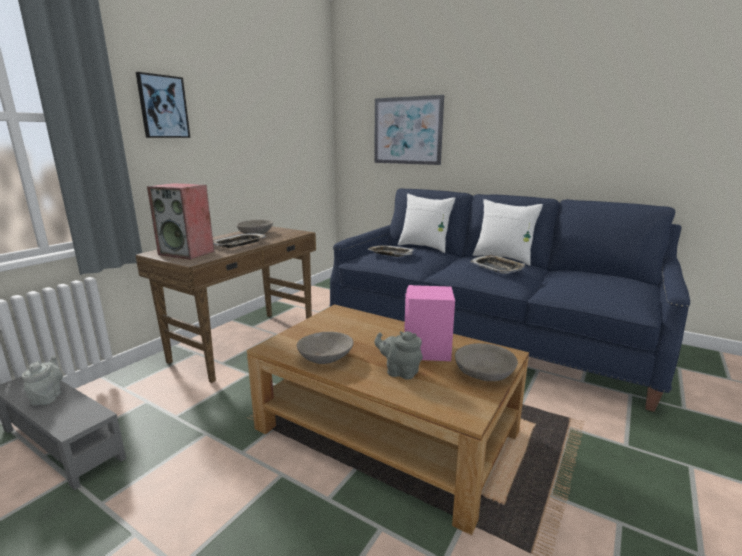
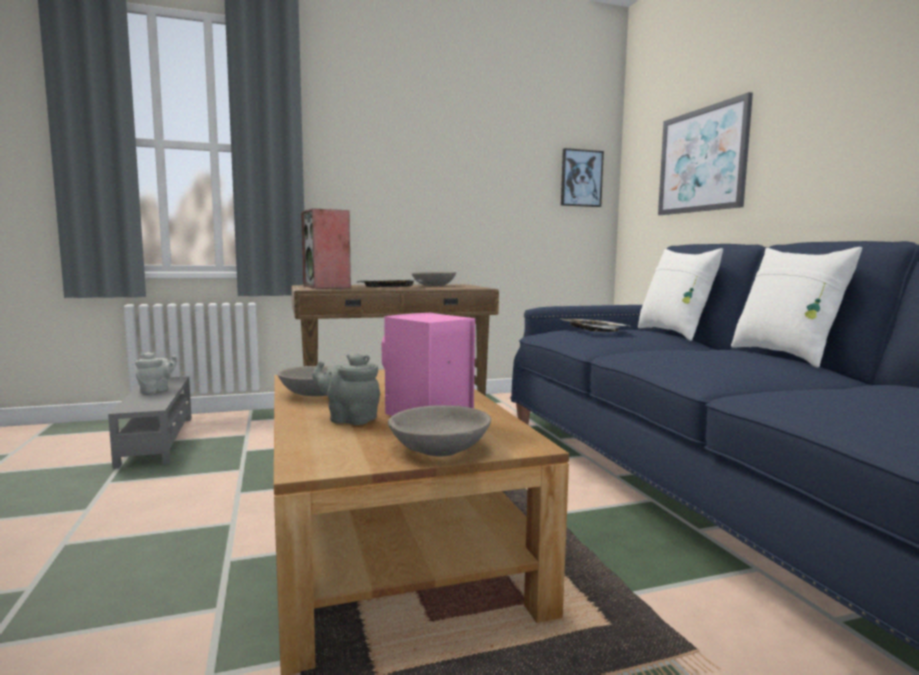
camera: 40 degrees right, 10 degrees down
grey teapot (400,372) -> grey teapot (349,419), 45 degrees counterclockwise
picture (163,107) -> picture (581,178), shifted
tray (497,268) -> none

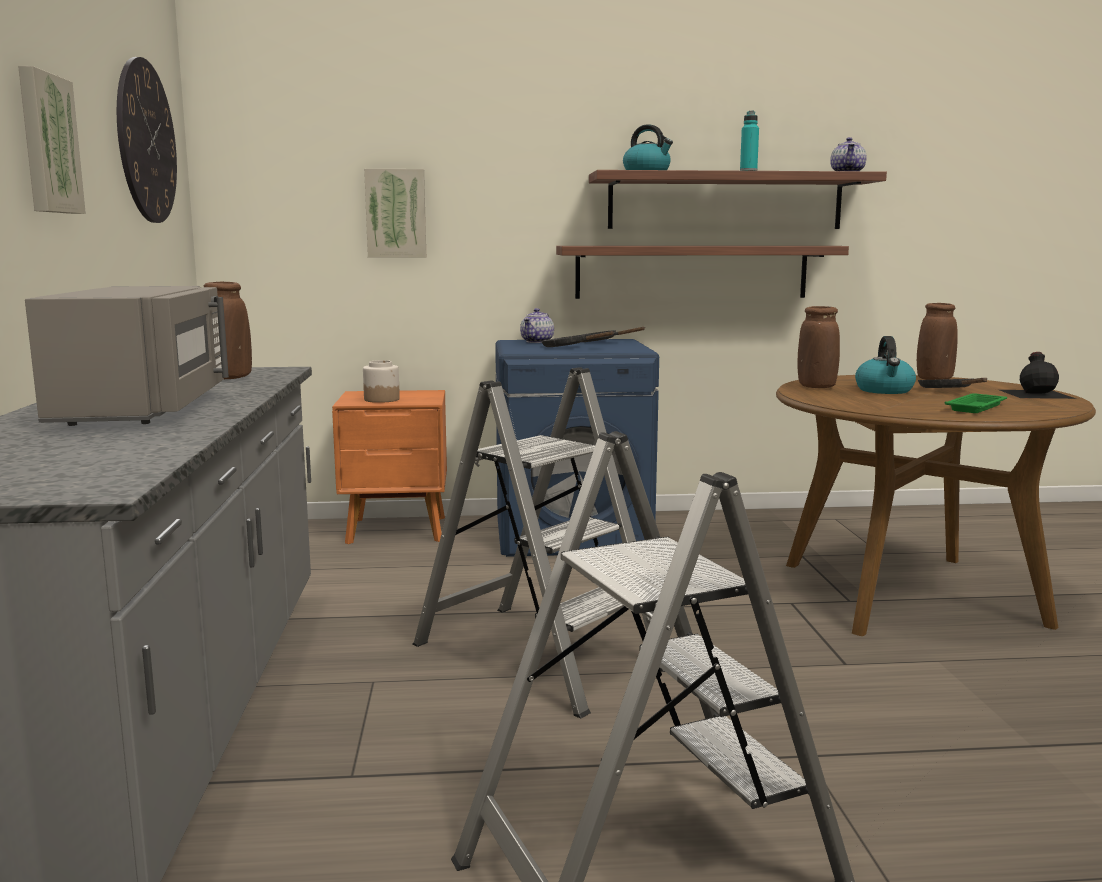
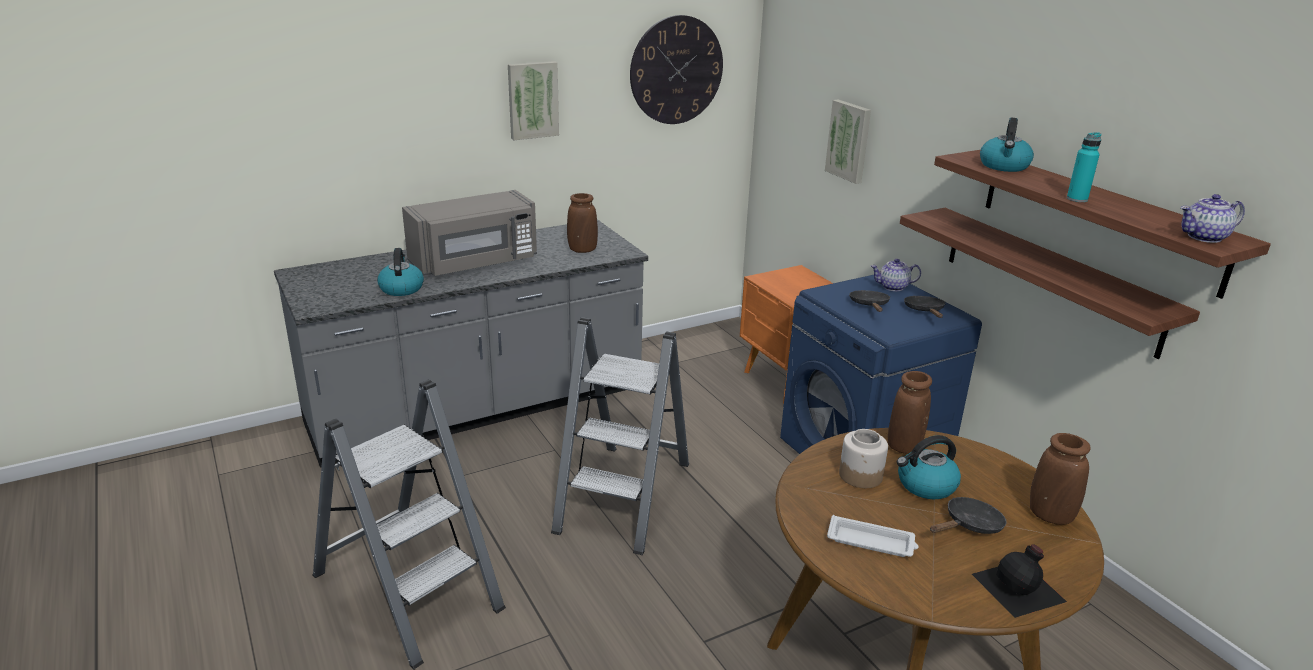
camera: 65 degrees right, 15 degrees up
none -> kettle (401,288)
green tray (976,407) -> white tray (872,542)
jar (382,399) -> jar (861,475), shifted

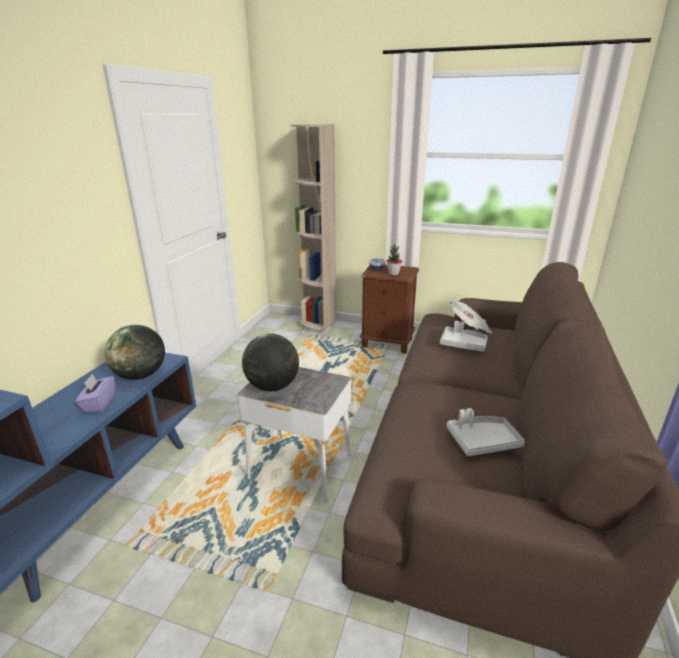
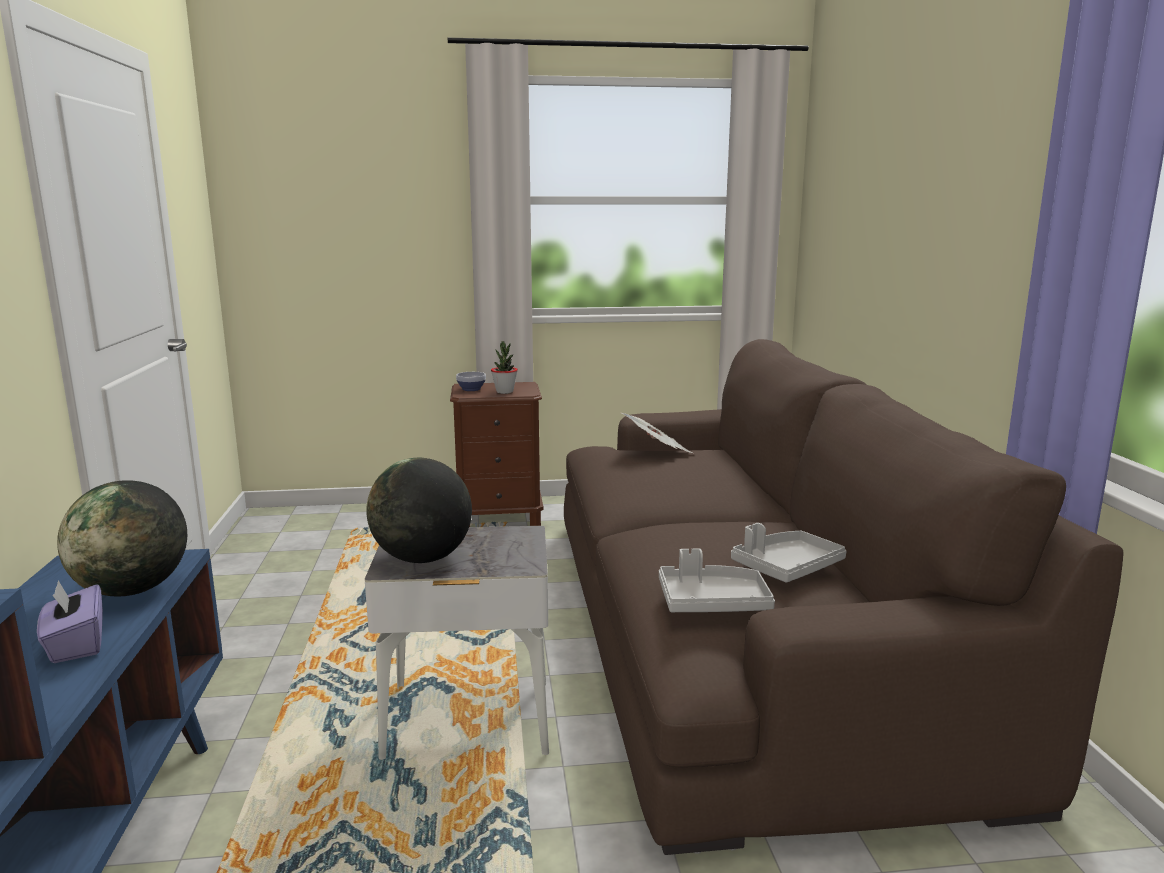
camera: 25 degrees left, 10 degrees down
grey tray (463,344) -> grey tray (712,603), shifted
beige bookcase (316,326) -> none

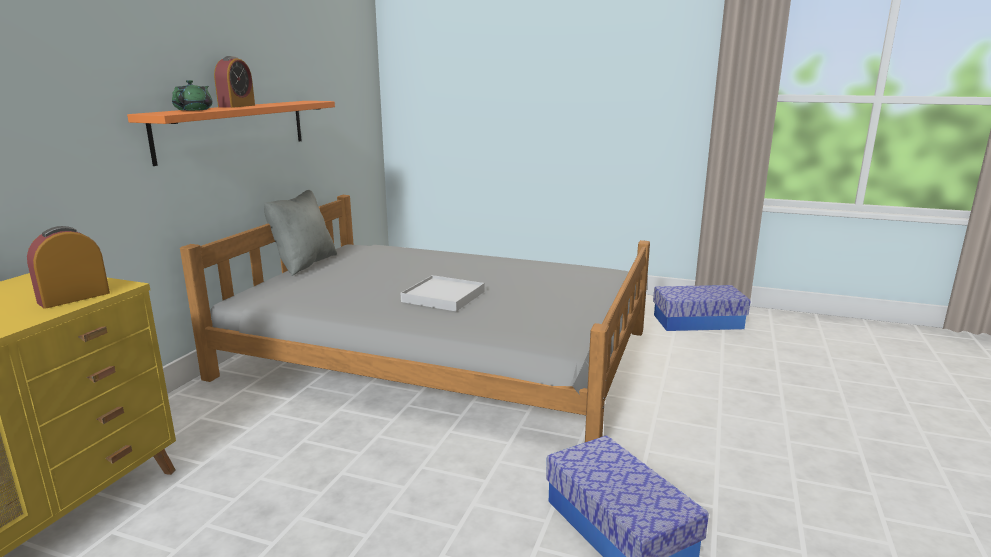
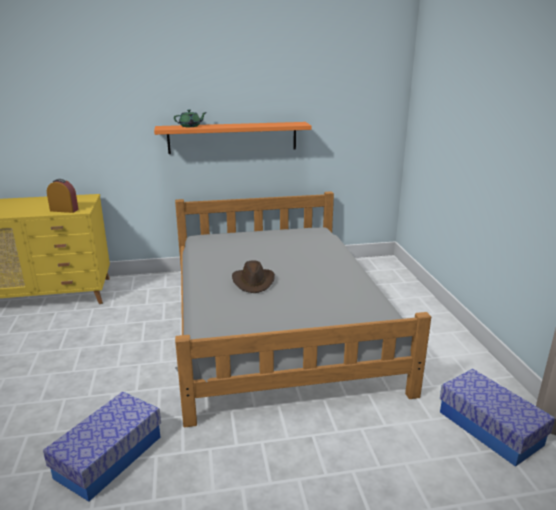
camera: 60 degrees right, 5 degrees up
white tray (443,296) -> brown hat (253,282)
alarm clock (237,106) -> none
grey pillow (303,264) -> none

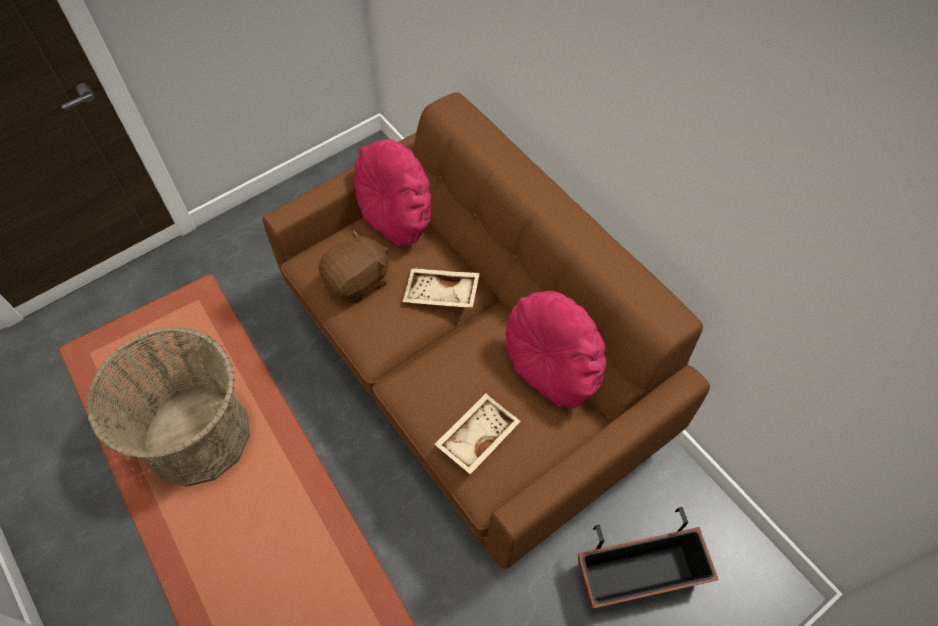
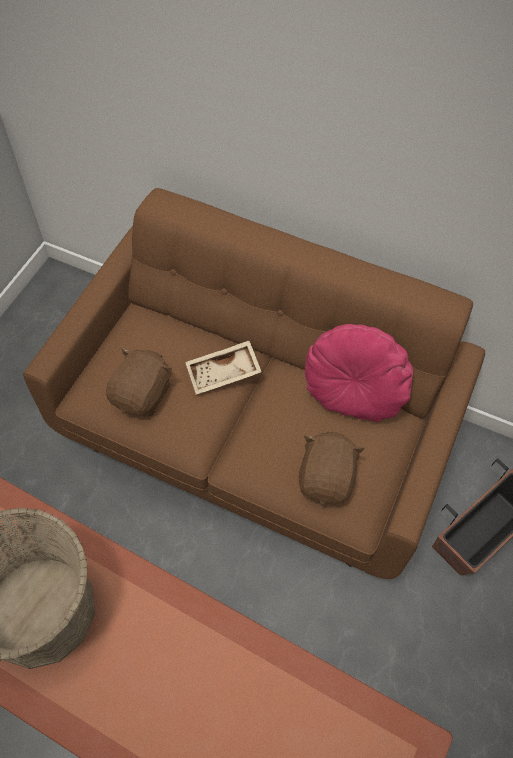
camera: 30 degrees left, 0 degrees up
beige tray (476,436) -> brown plush toy (327,478)
pink pillow (396,221) -> none

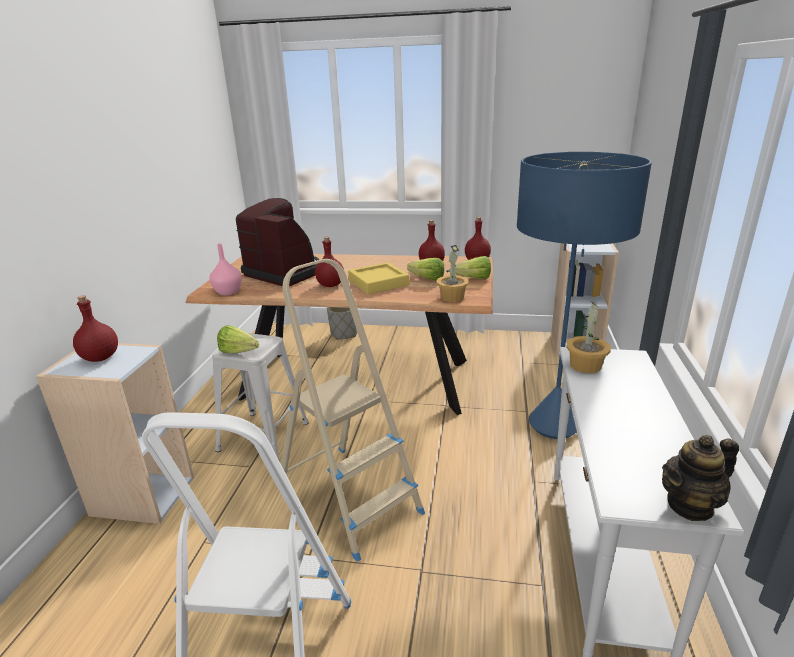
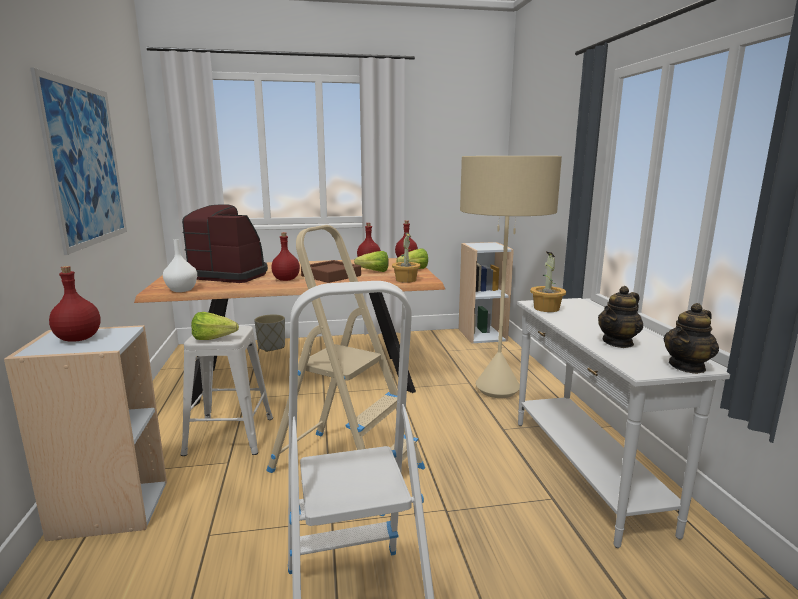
camera: 20 degrees left, 10 degrees down
none -> picture (86,165)
pink vase (229,292) -> white vase (182,290)
yellow tray (378,283) -> brown tray (331,276)
blue floor lamp (553,427) -> beige floor lamp (497,390)
none -> teapot (618,342)

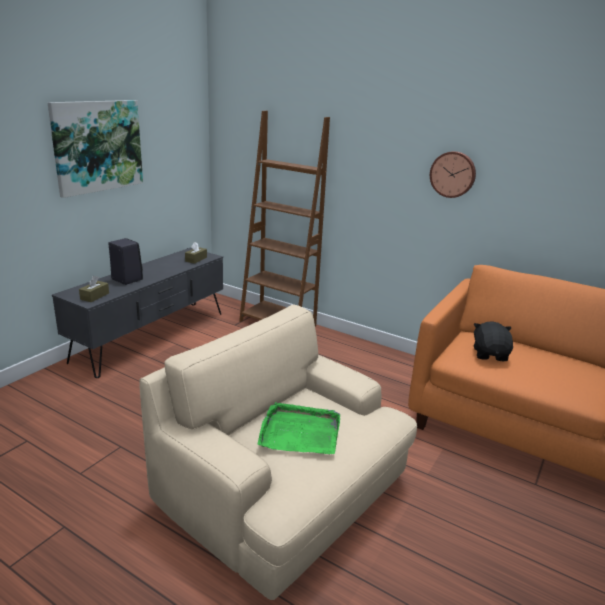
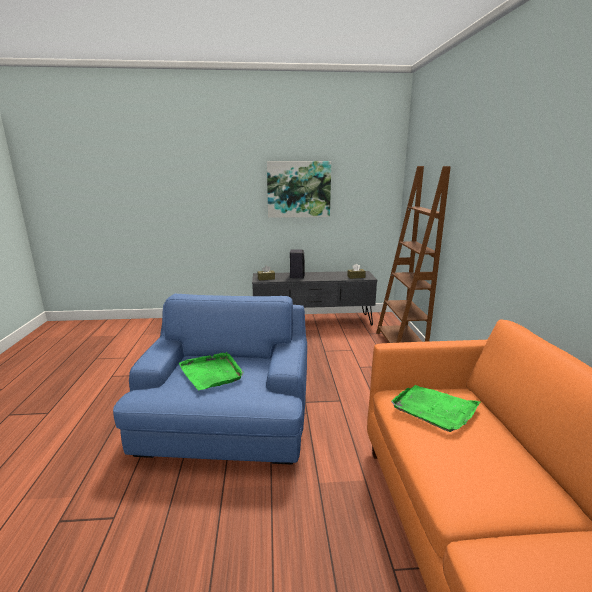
camera: 55 degrees right, 5 degrees down
beige armchair (284,493) -> blue armchair (226,424)
black plush toy (490,354) -> green tray (434,409)
wall clock (453,174) -> none

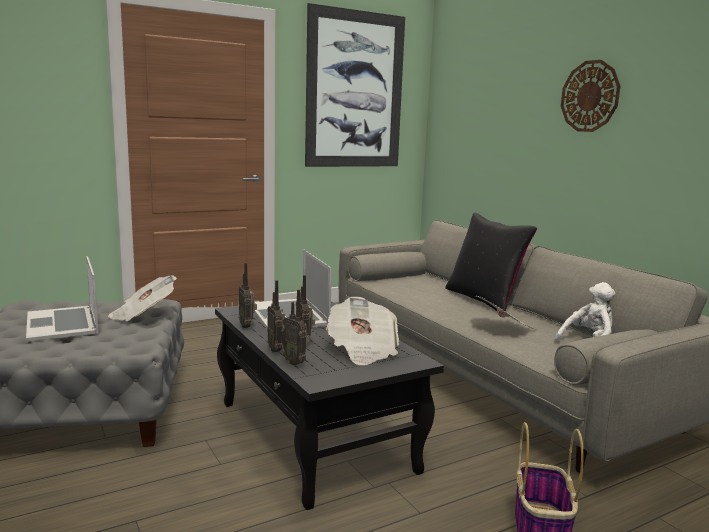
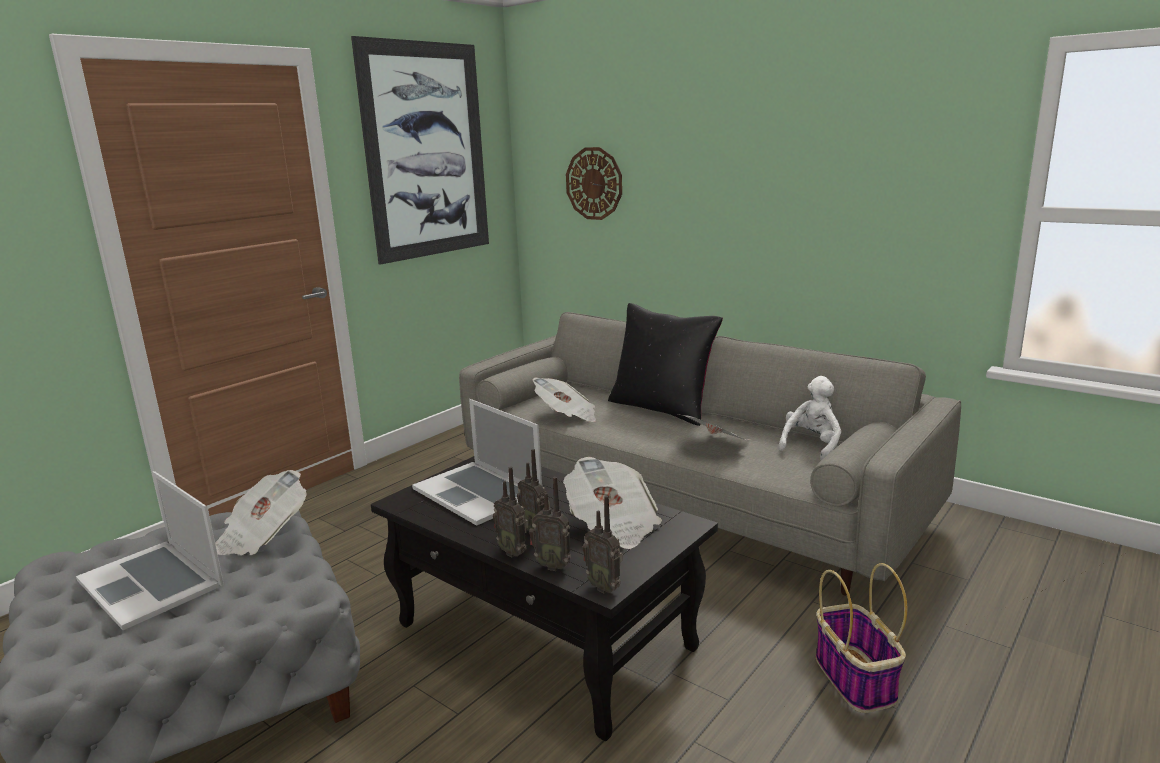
camera: 20 degrees left, 5 degrees up
none -> newspaper (567,416)
wall clock (590,96) -> wall clock (594,183), shifted
radio (247,326) -> radio (605,587), shifted

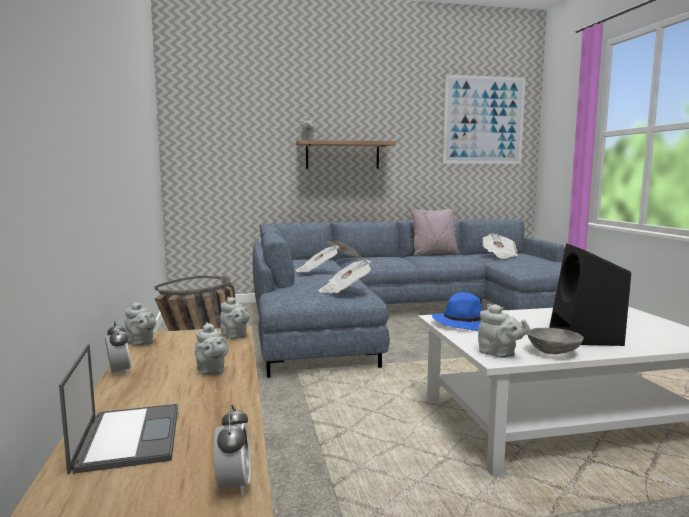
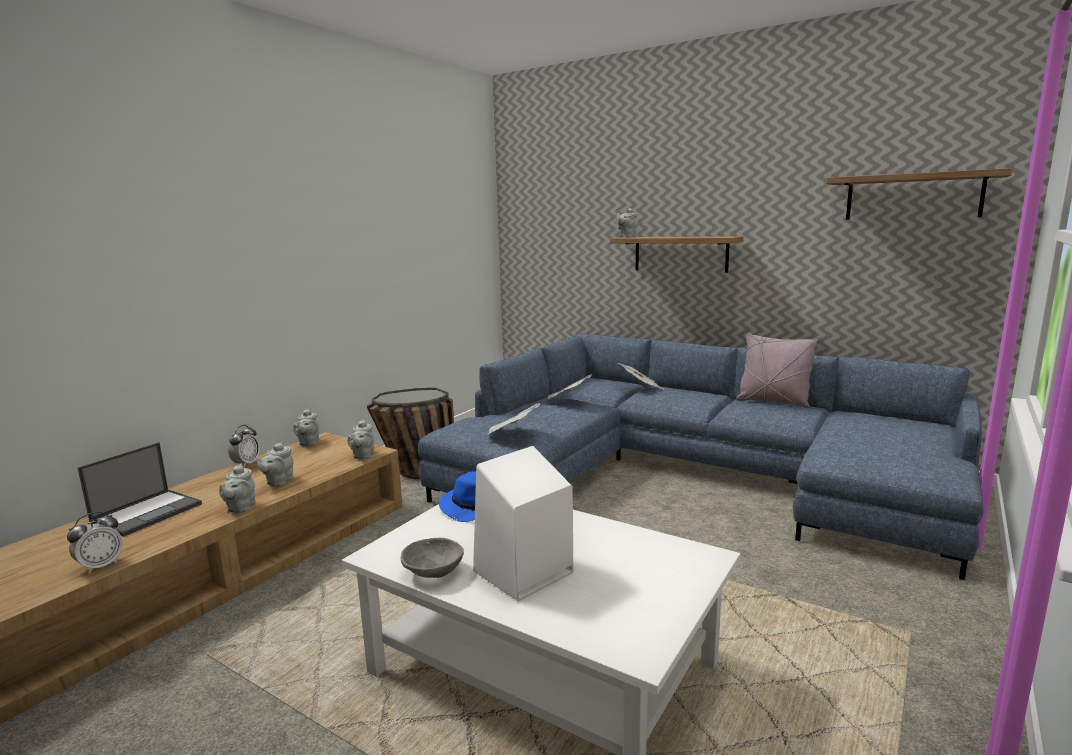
camera: 45 degrees right, 5 degrees up
grey teapot (499,354) -> grey teapot (240,508), shifted
black speaker (586,337) -> white speaker (521,573)
picture (483,120) -> shelf (913,196)
newspaper (499,256) -> none

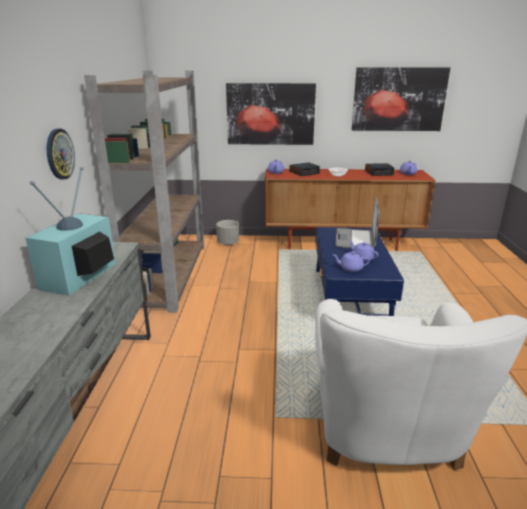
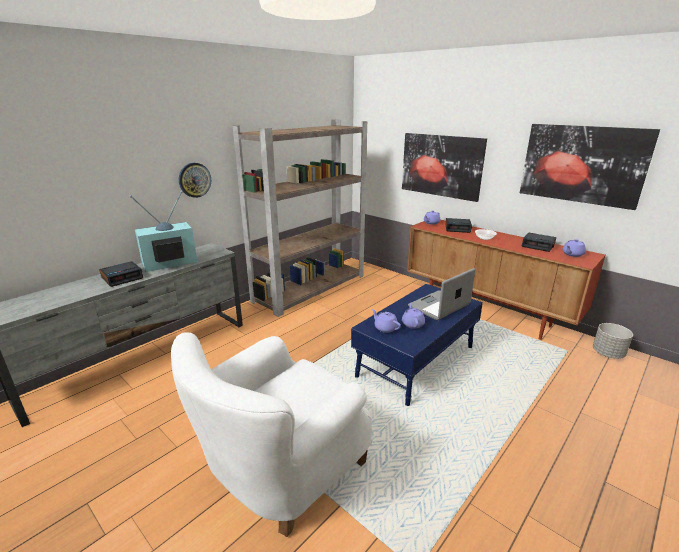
camera: 40 degrees right, 0 degrees up
none -> alarm clock (122,277)
grey planter (228,243) -> grey planter (608,353), shifted

